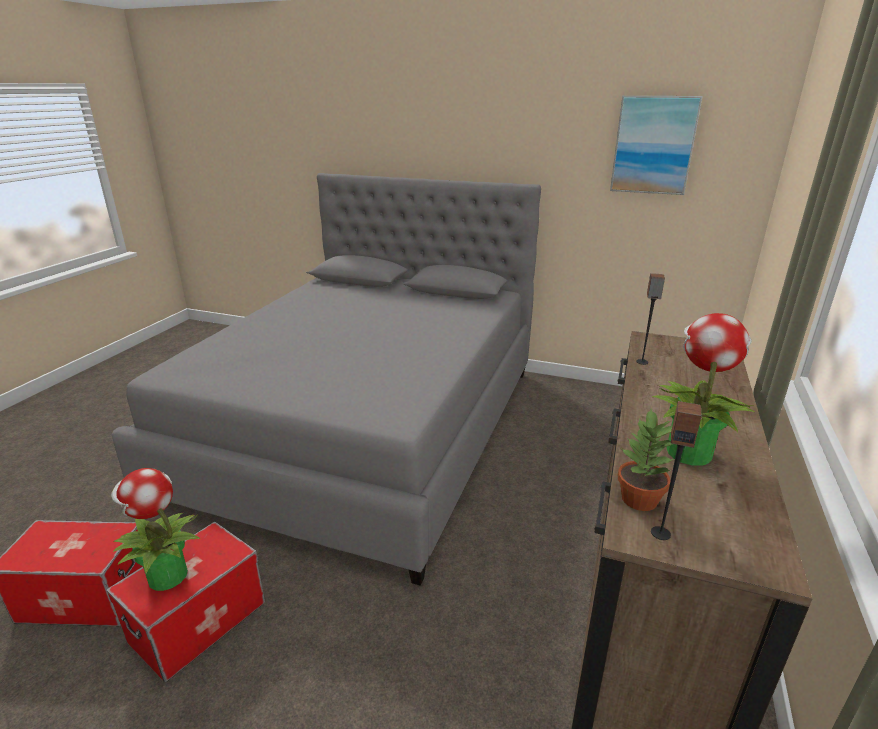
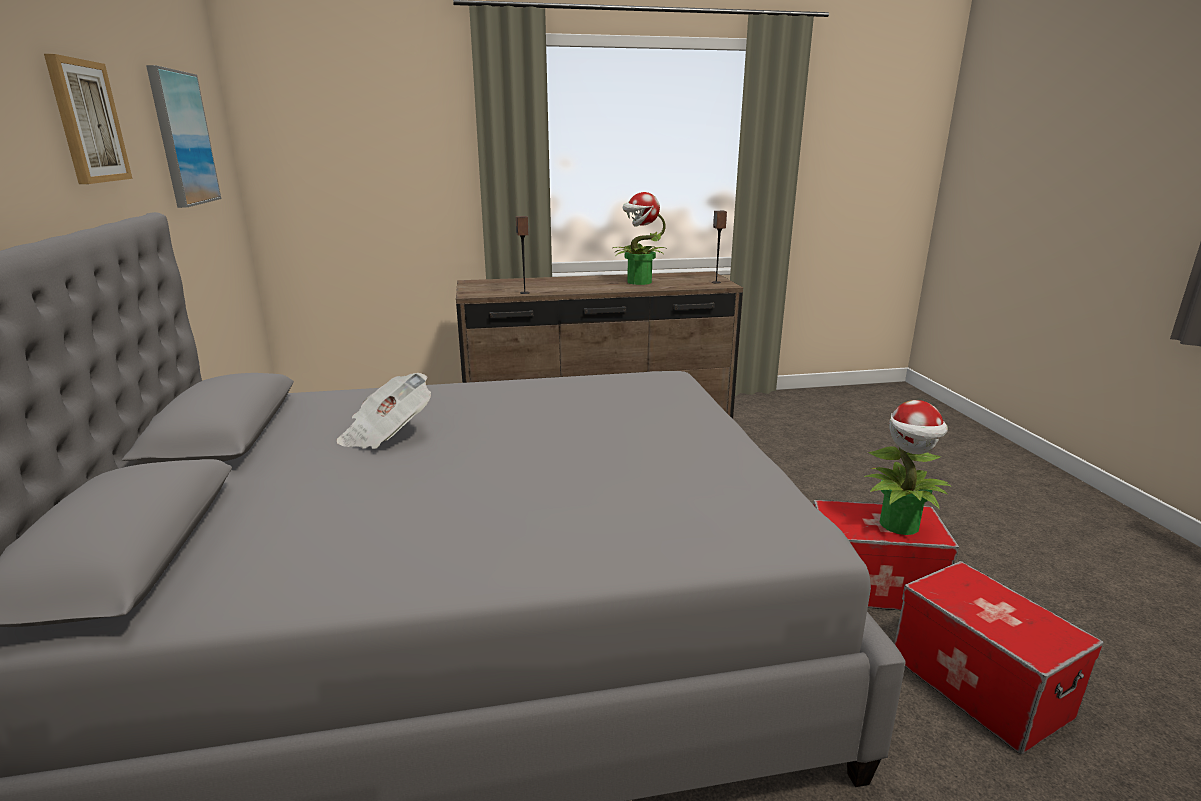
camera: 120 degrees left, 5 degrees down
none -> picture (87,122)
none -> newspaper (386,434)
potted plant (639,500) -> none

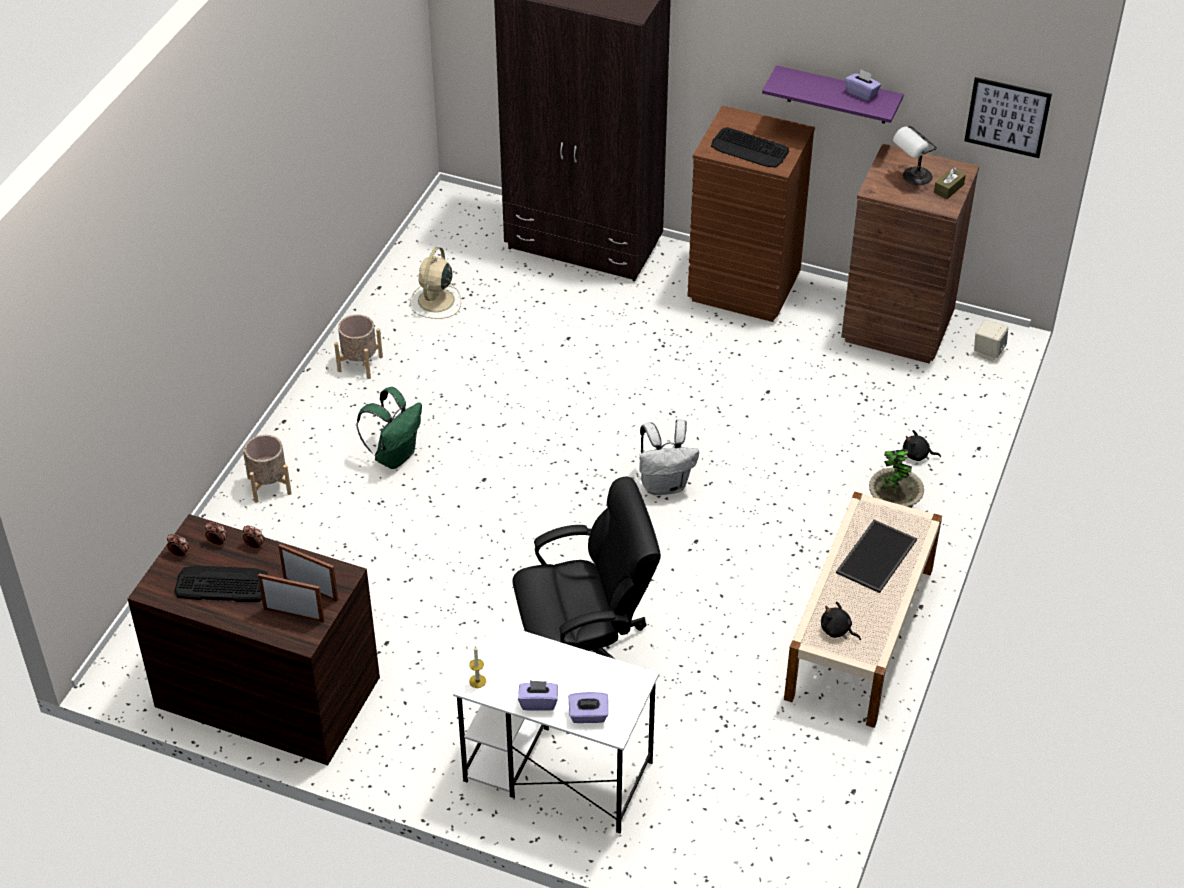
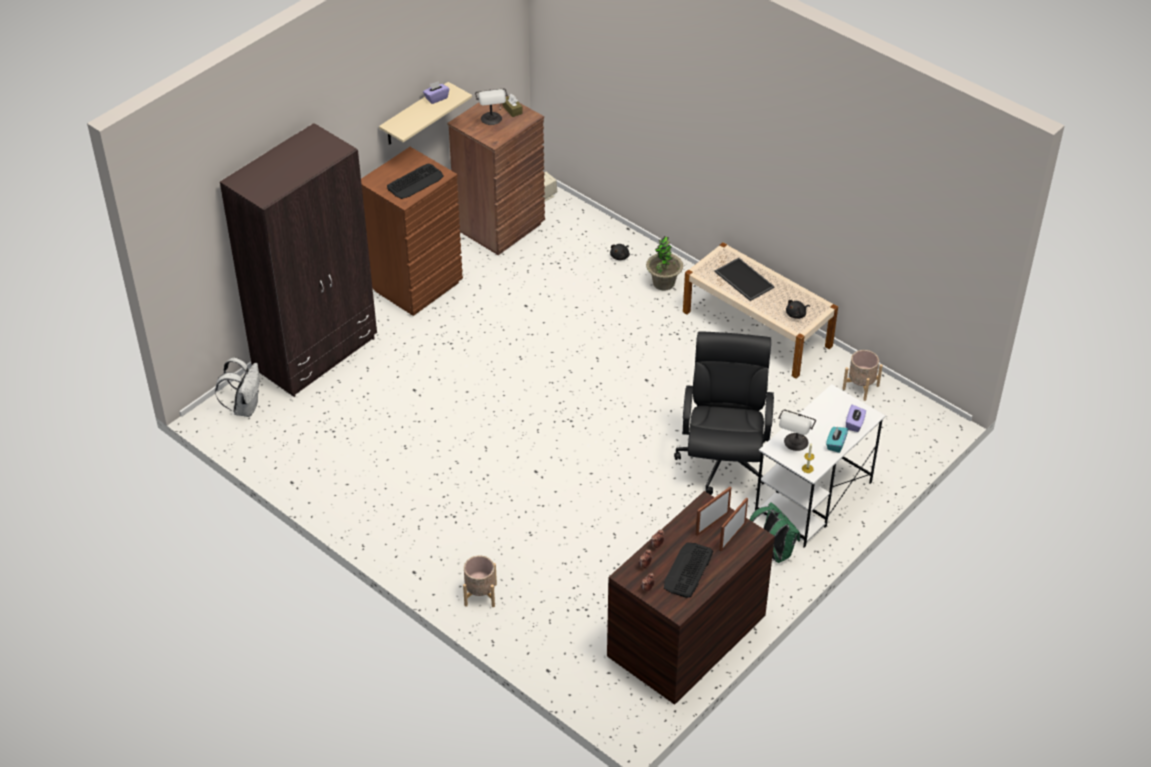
camera: 70 degrees left, 0 degrees up
white backpack (665,484) -> white backpack (245,407), shifted
purple shelf (837,95) -> beige shelf (414,115)
green backpack (395,455) -> green backpack (772,552), shifted
none -> table lamp (795,445)
purple tissue box (538,702) -> turquoise tissue box (835,444)
beige planter (360,363) -> beige planter (860,387), shifted
beige fan (435,301) -> none
picture (1007,117) -> none

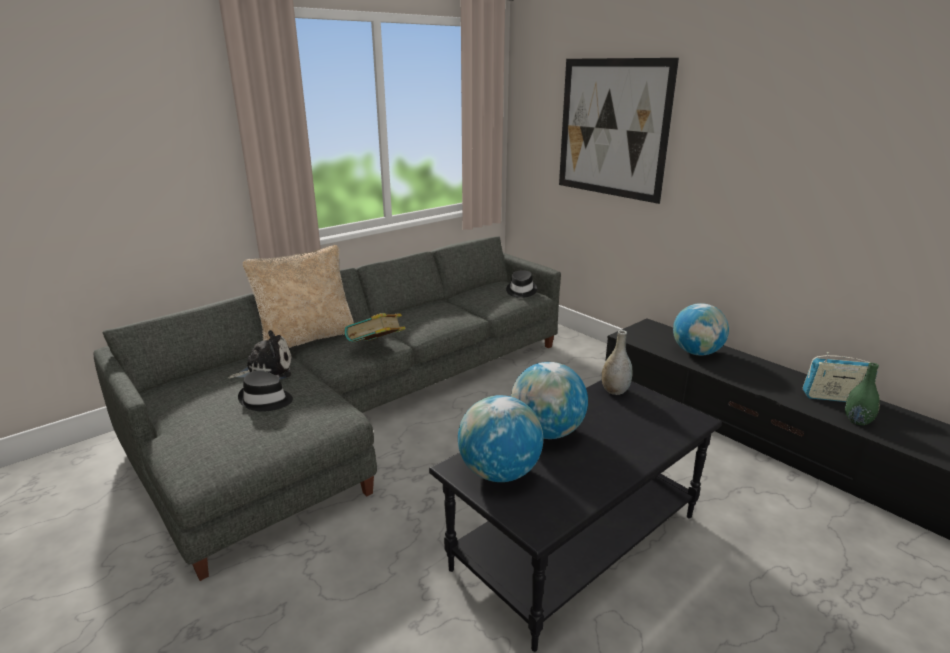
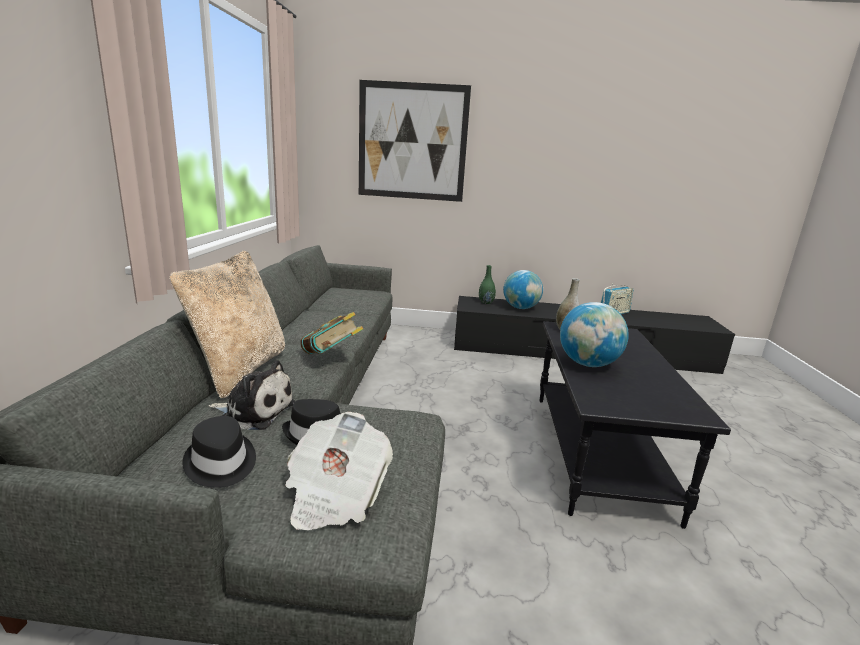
camera: 45 degrees left, 5 degrees down
black hat (521,291) -> black hat (220,463), shifted
plush toy (266,371) -> plush toy (254,411), 75 degrees clockwise
none -> newspaper (335,494)
green vase (857,421) -> green vase (486,302), shifted
globe (499,472) -> none

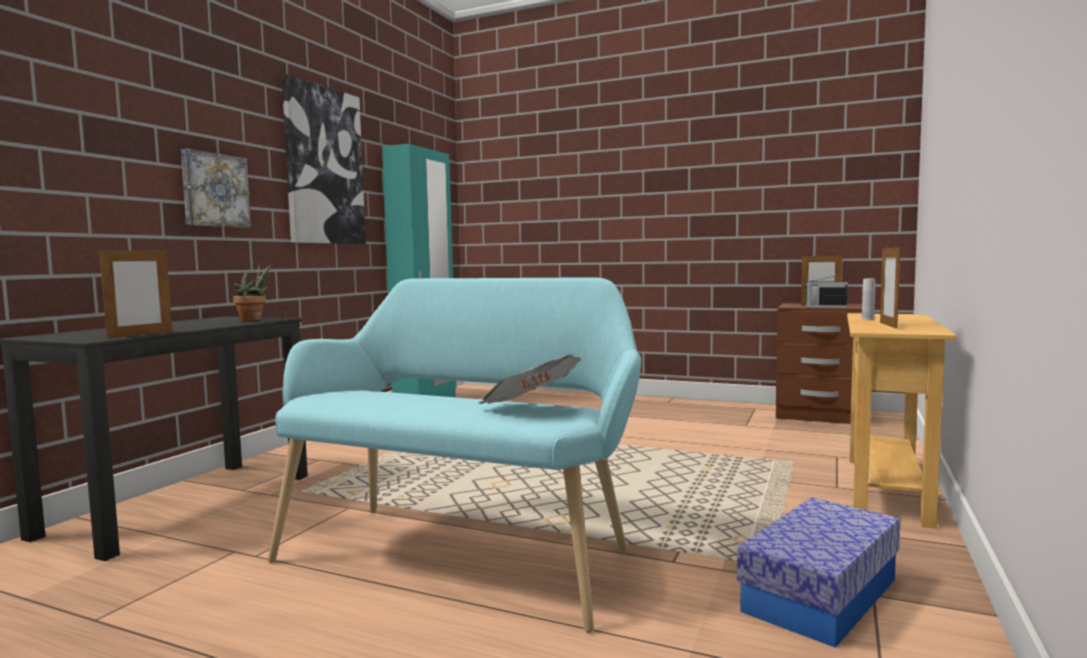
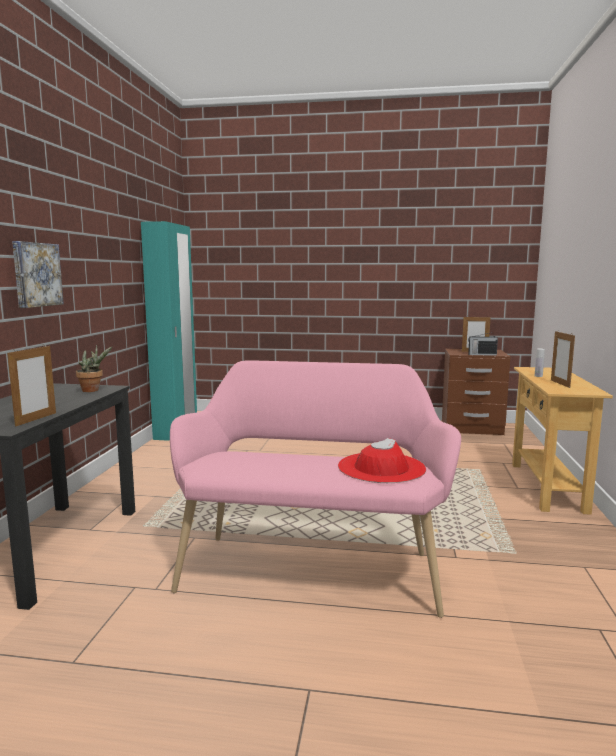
camera: 15 degrees left, 5 degrees up
turquoise bench (463,553) -> pink bench (312,567)
newspaper (529,409) -> red hat (381,468)
picture (324,166) -> none
storage box (820,595) -> none

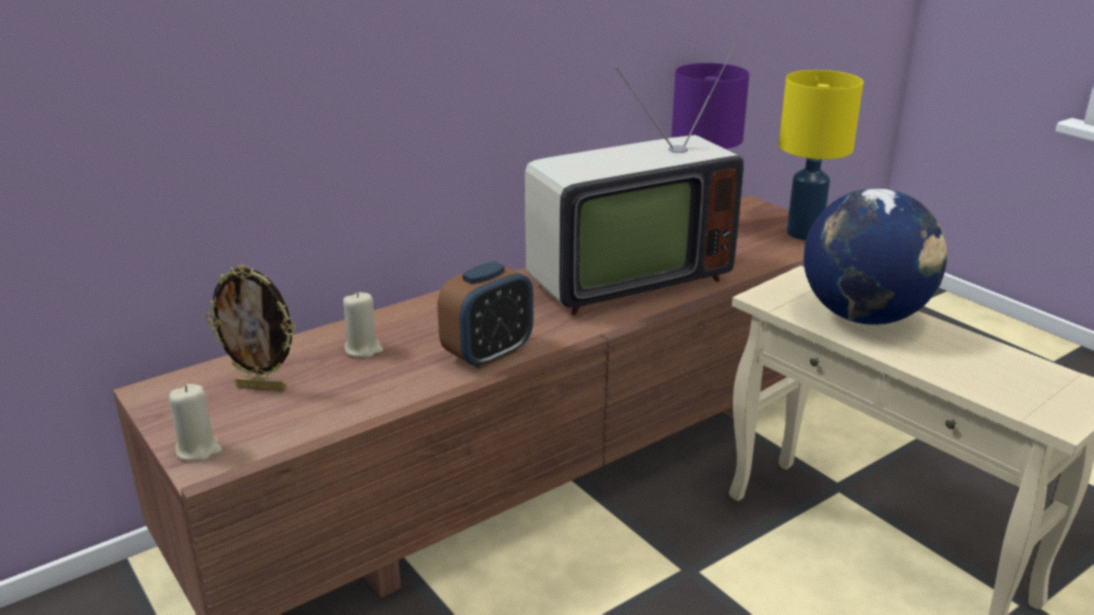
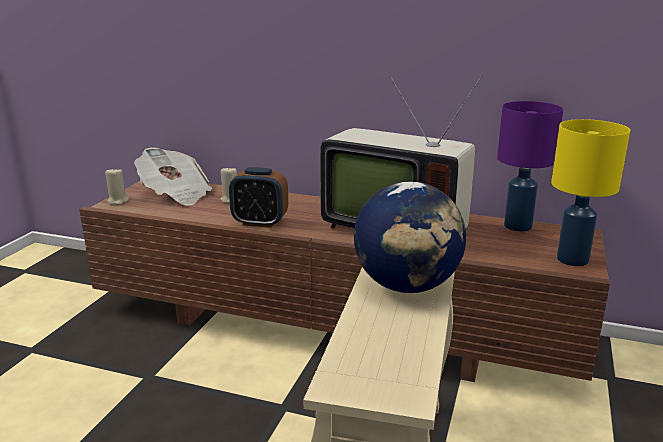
camera: 55 degrees right, 5 degrees down
picture frame (262,387) -> newspaper (175,194)

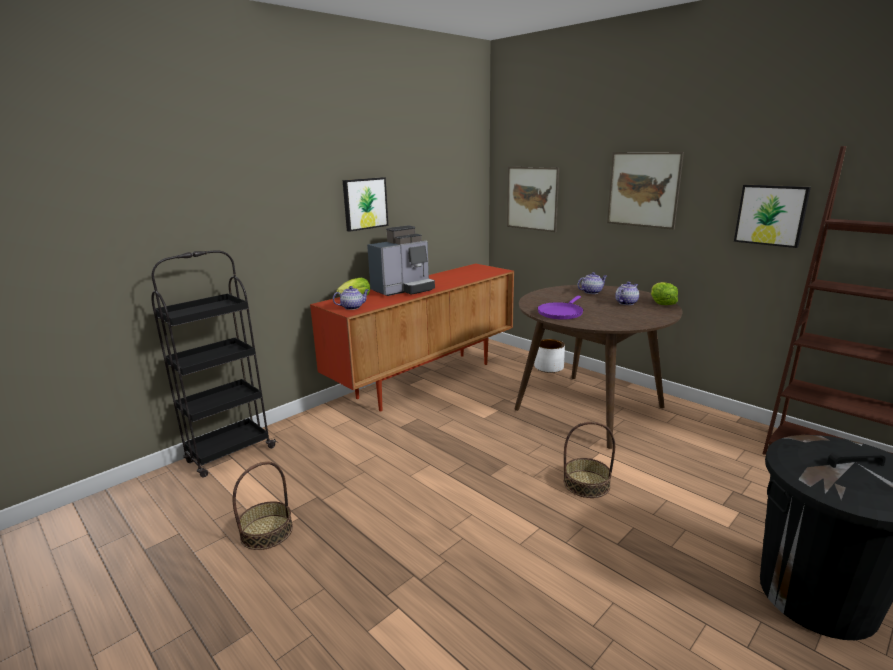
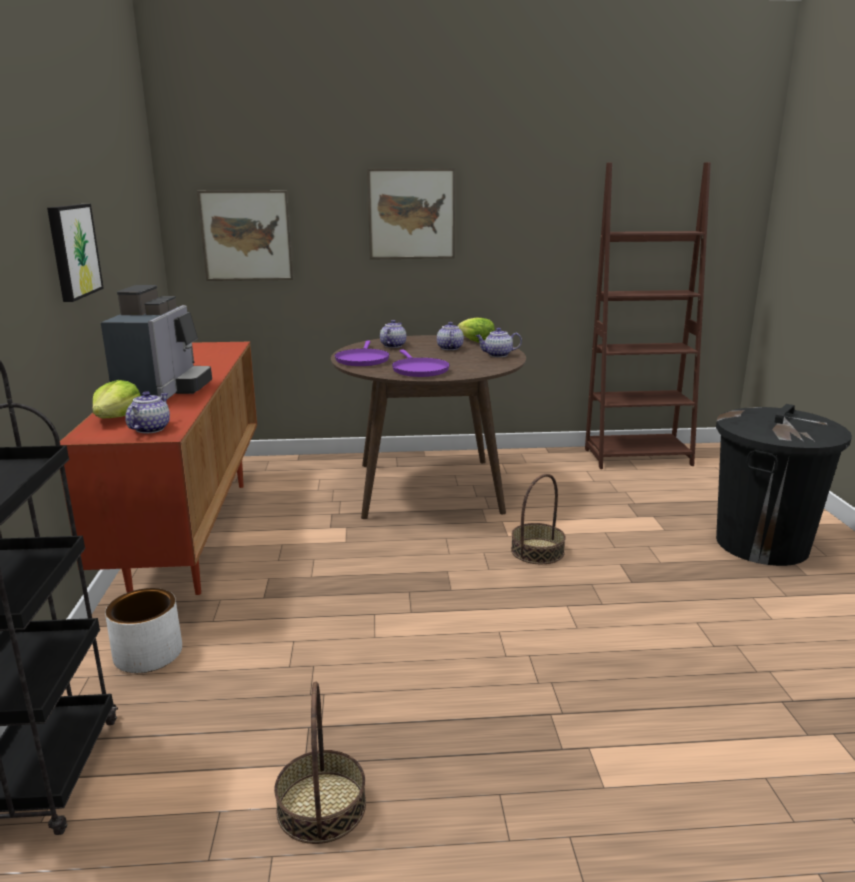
camera: 50 degrees left, 0 degrees up
white planter (549,367) -> white planter (149,655), shifted
none -> purple frying pan (362,360)
none -> teapot (497,355)
picture (771,215) -> none

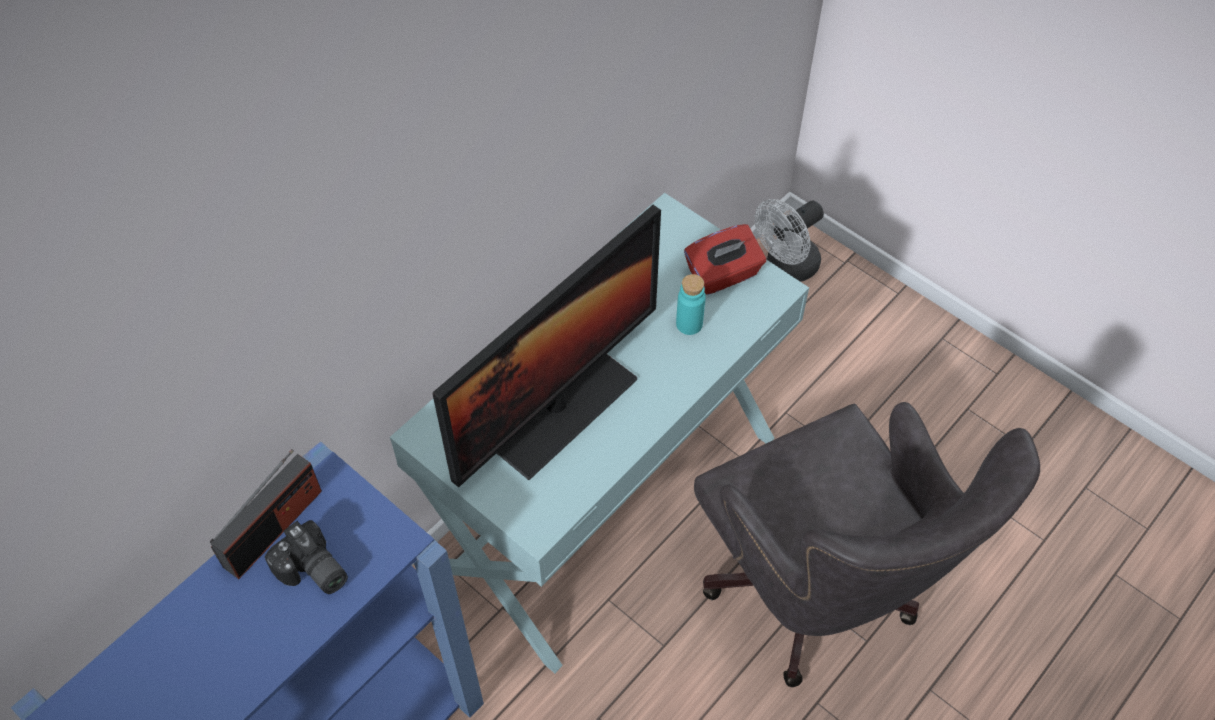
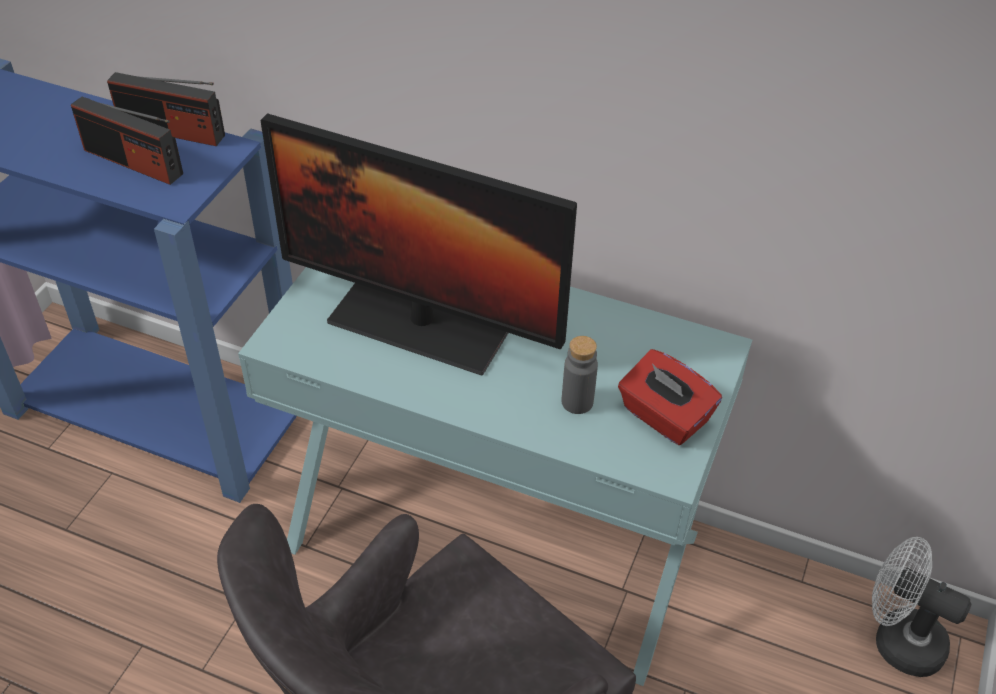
camera: 70 degrees right, 10 degrees down
photo camera (312,572) -> radio (133,162)
turquoise bottle (689,324) -> grey bottle (577,402)

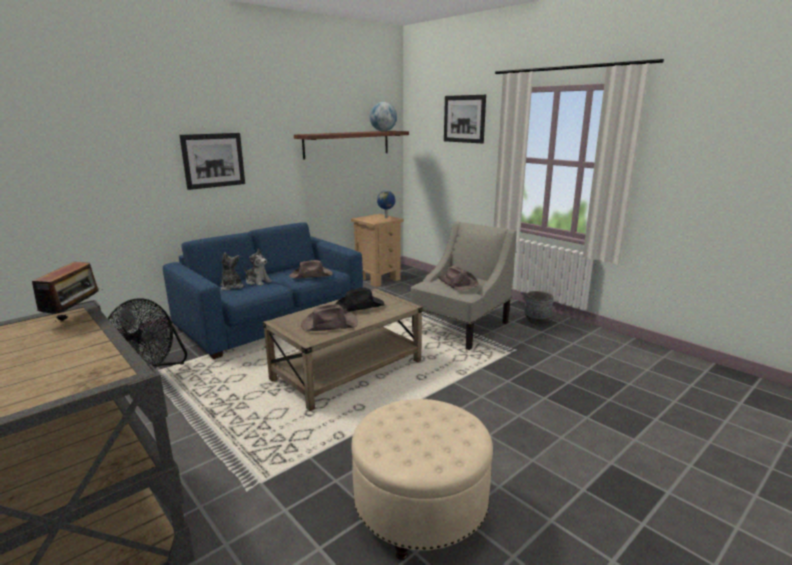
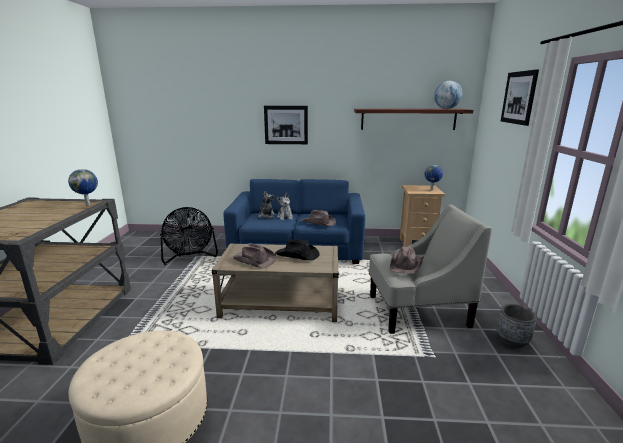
camera: 45 degrees right, 0 degrees up
radio (75,316) -> globe (88,204)

